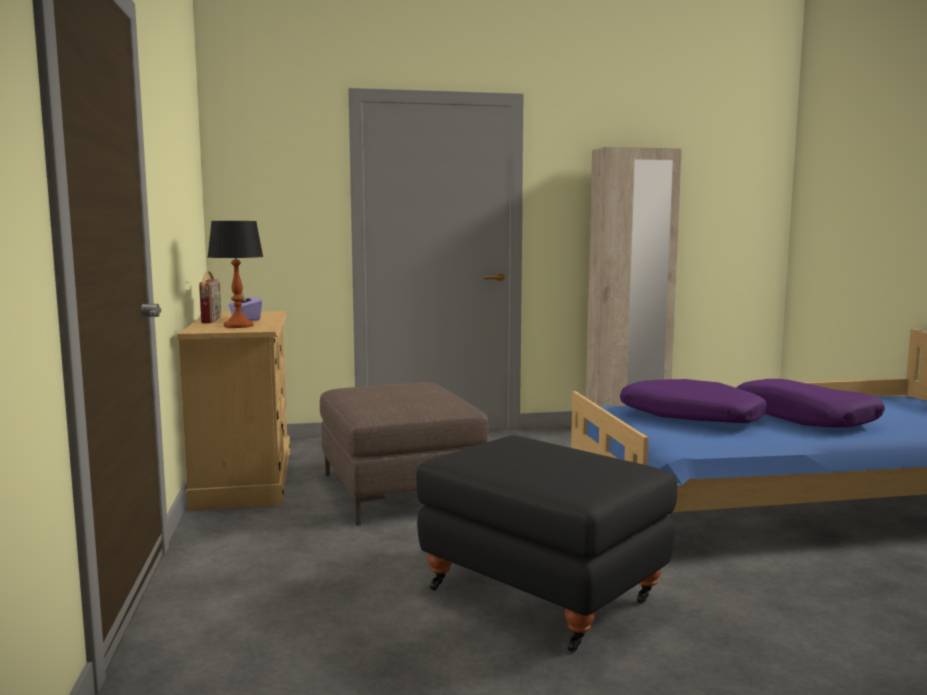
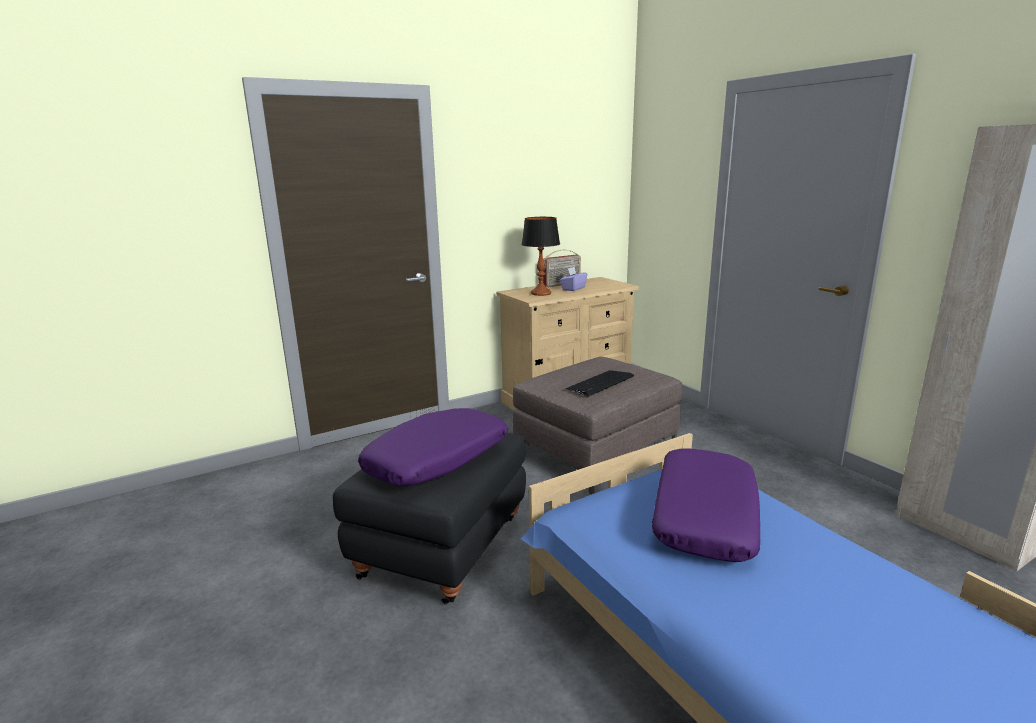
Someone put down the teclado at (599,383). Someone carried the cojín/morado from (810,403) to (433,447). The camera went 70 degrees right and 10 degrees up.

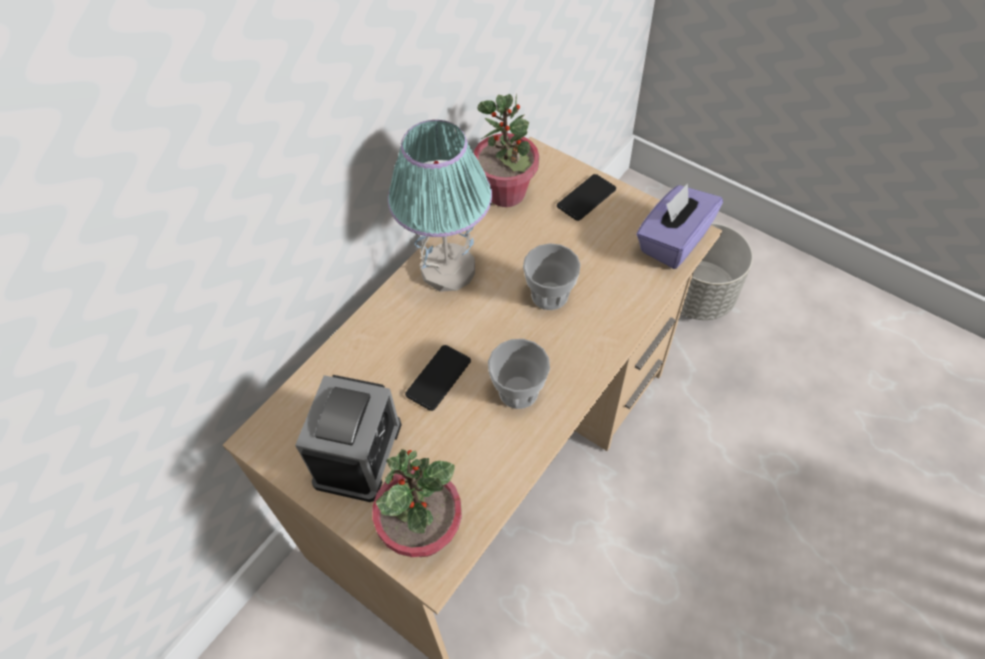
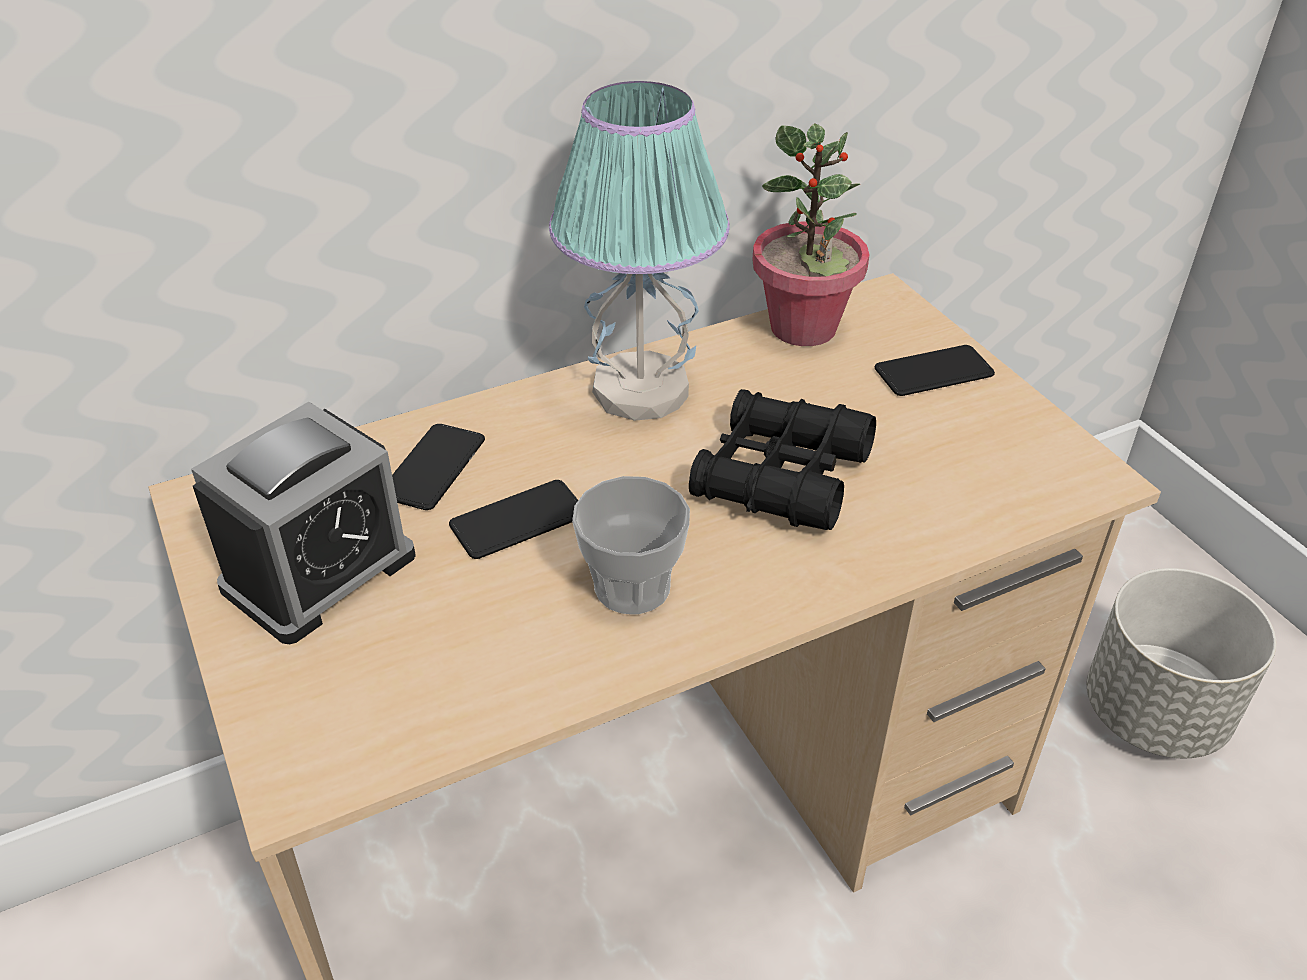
Someone took away the planta en maceta at (417,503). Someone took away the caja de pañuelos/morado at (679,226). Someone put down the móvil at (438,467). Someone swapped the taza at (552,276) for the prismáticos/negro at (782,459). The camera went 25 degrees right and 15 degrees down.

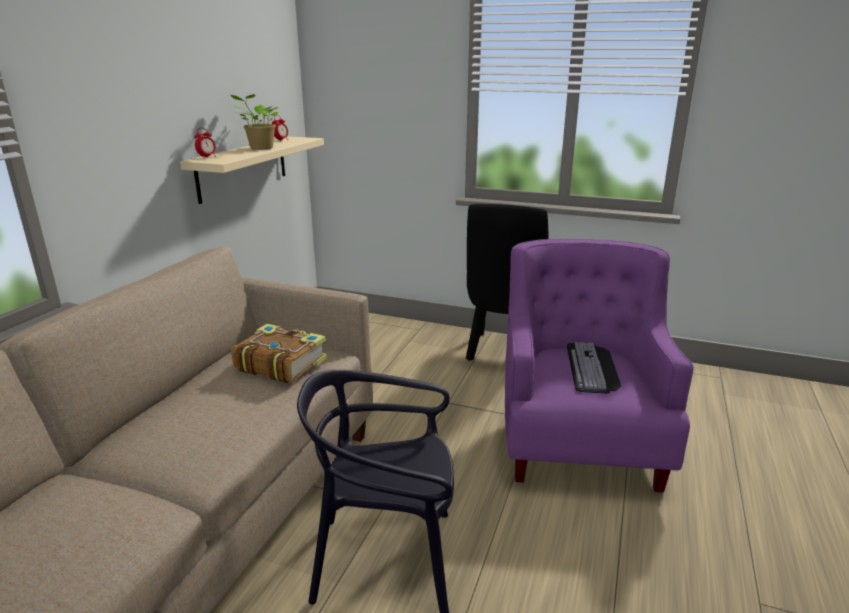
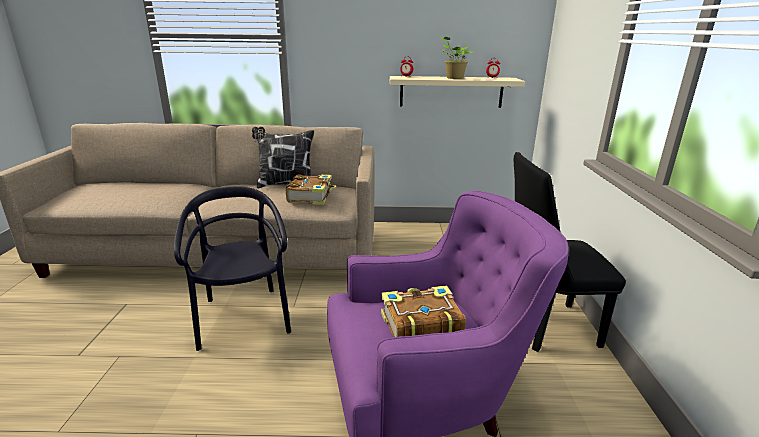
Someone put down the cojín at (283,158). Someone swapped the teclado at (594,368) for the libro at (423,311). The camera went 70 degrees right and 0 degrees up.

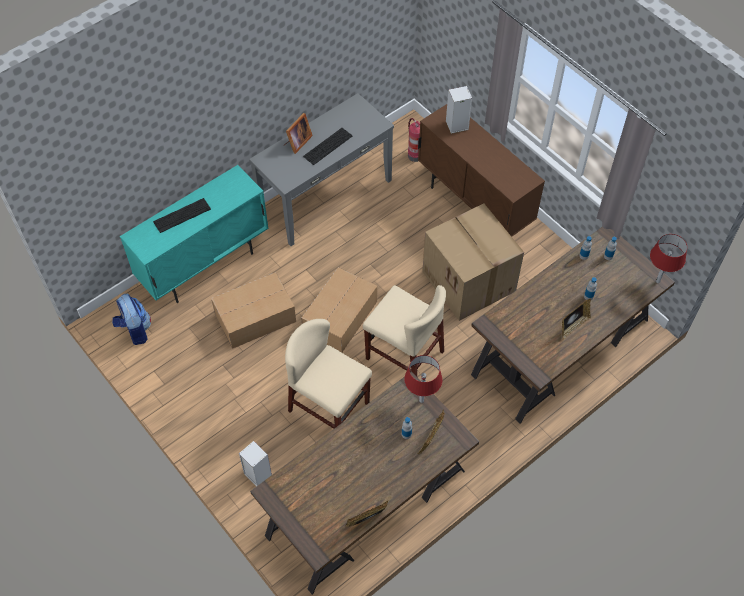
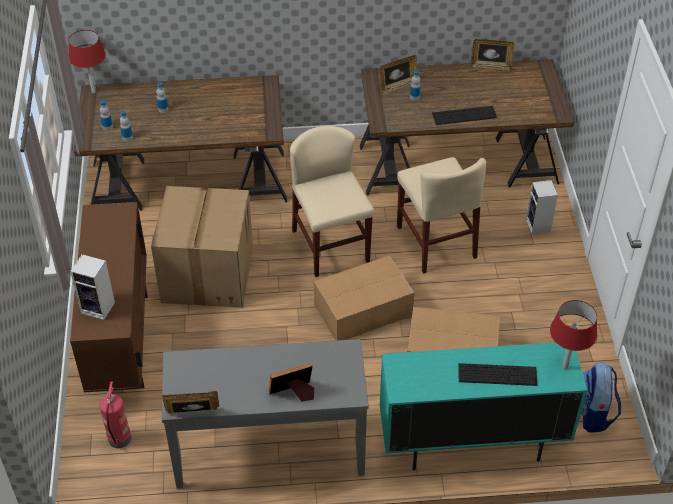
Someone carried the teclado from (328,146) to (464,115). Someone carried the lámpara de mesa/rojo from (423,379) to (573,335). Someone carried the portarretratos from (576,319) to (190,402). The camera went 145 degrees left and 10 degrees down.

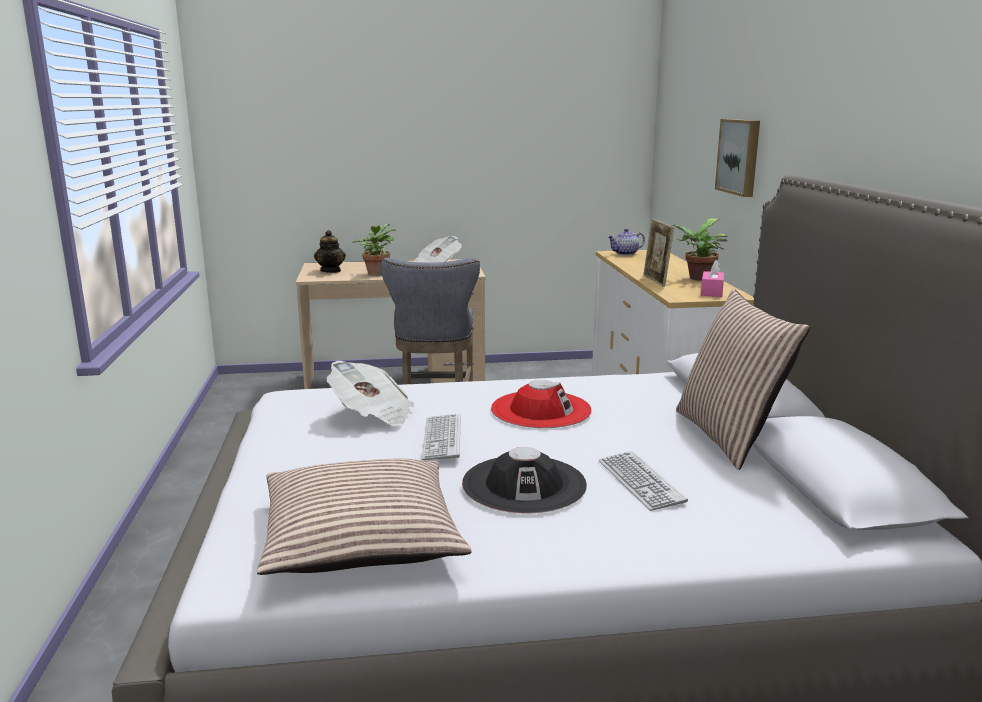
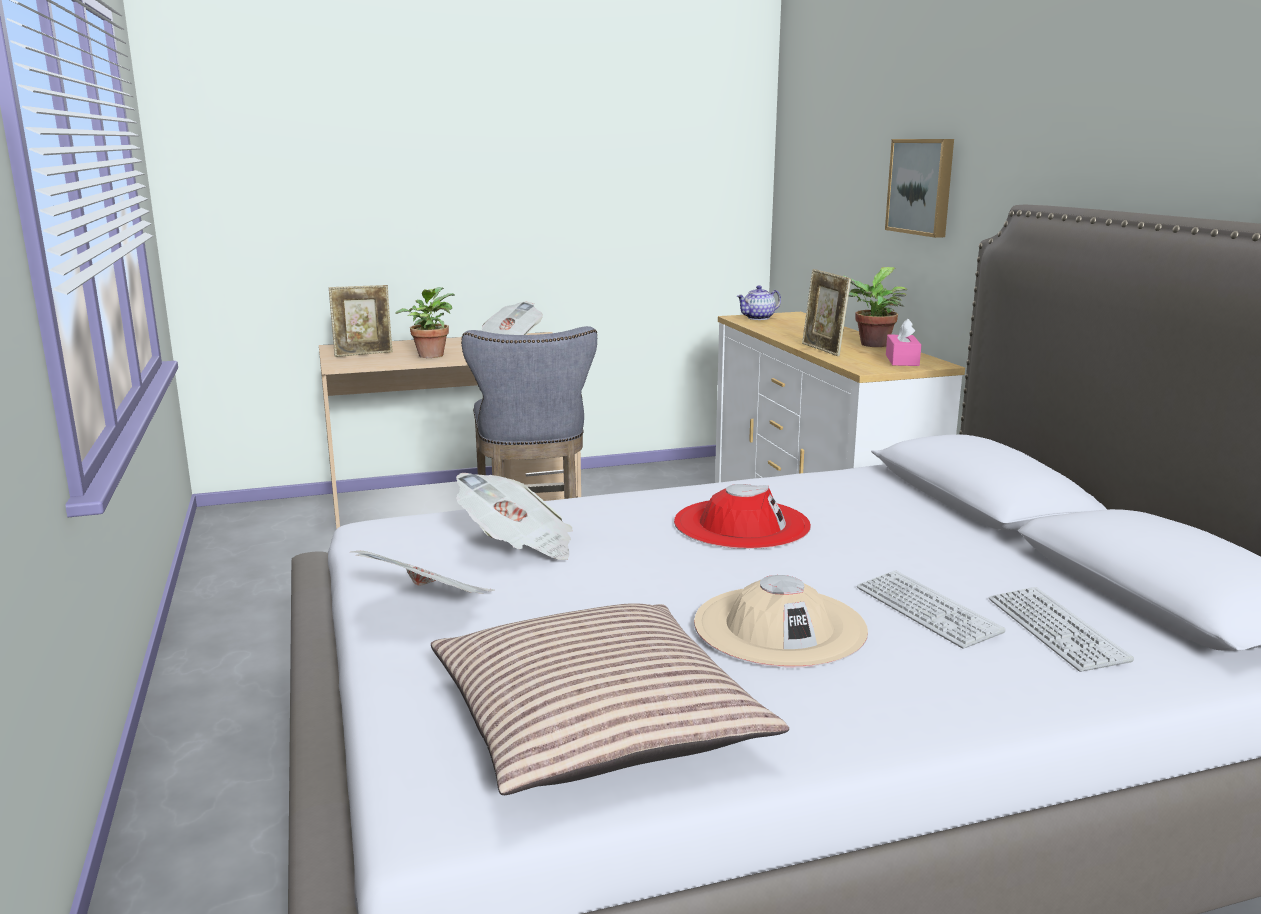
Someone took away the cojín at (743,379). Someone put down the periódico at (422,572). Someone carried the teclado from (441,437) to (1061,629). Someone swapped the tetera at (330,251) for the portarretratos at (361,321). Someone repainted the sombrero/negro at (524,480), which became the sombrero/beis at (781,621). The camera went 10 degrees left and 0 degrees up.

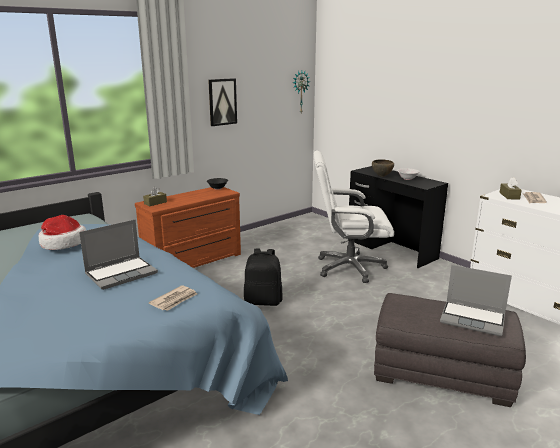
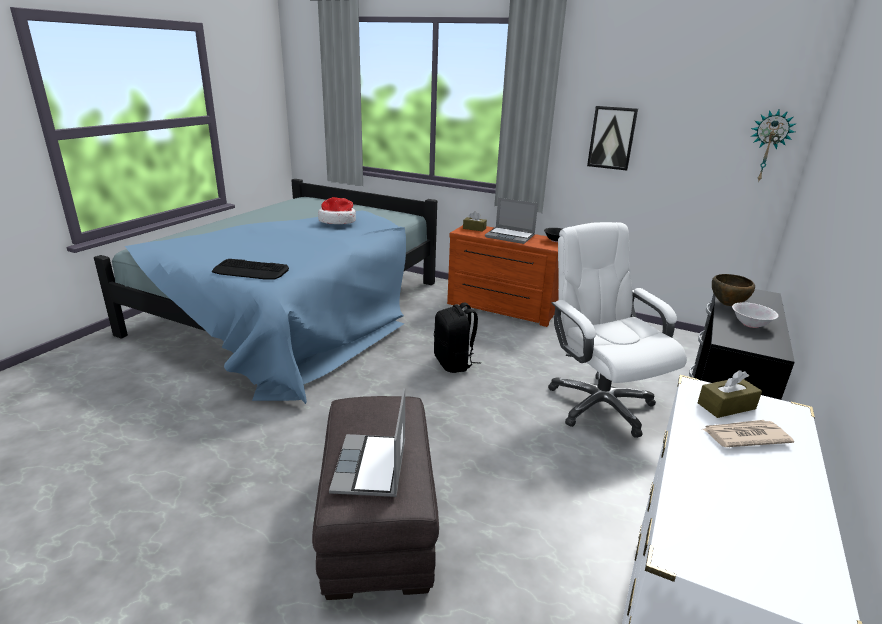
Someone carried the portátil from (118,254) to (511,220). Someone swapped the periódico at (173,298) for the teclado at (250,269). The camera went 65 degrees right and 5 degrees up.

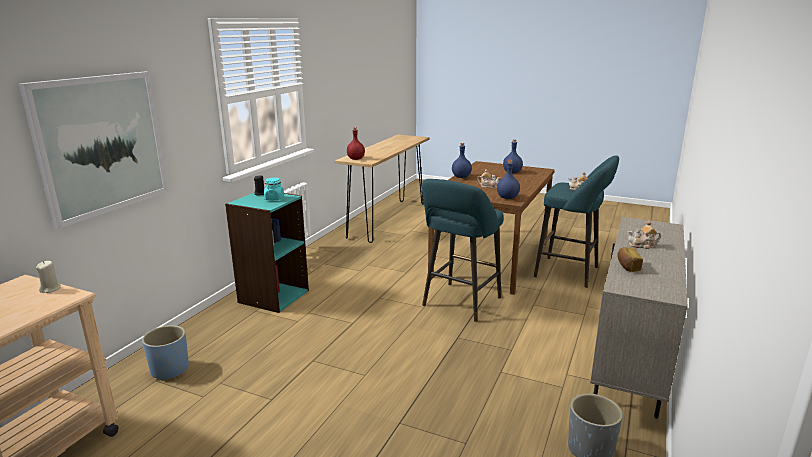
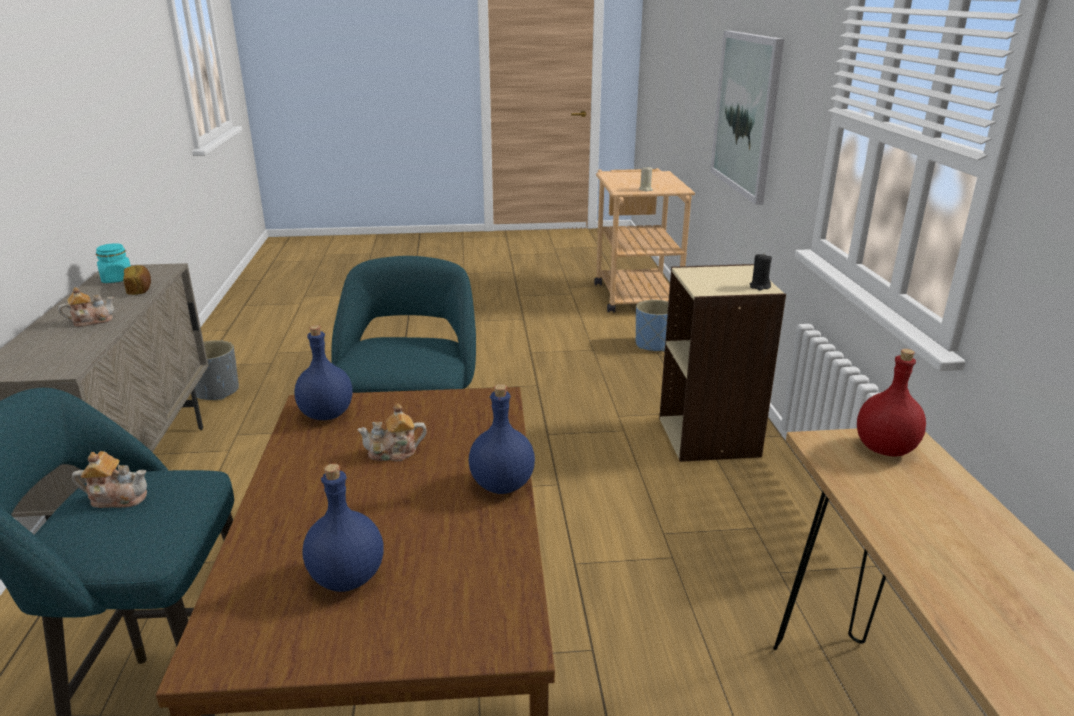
Someone carried the tarro/turquesa from (274,188) to (113,263). Someone repainted the estantería/turquesa at (267,252), which became the estantería/beis at (722,363). The camera went 150 degrees right and 5 degrees up.

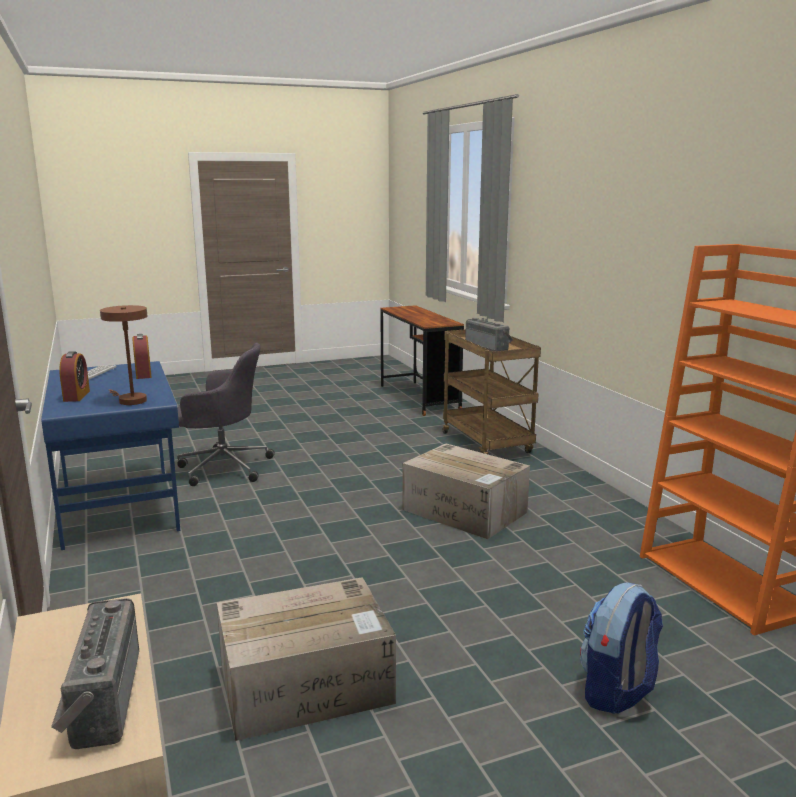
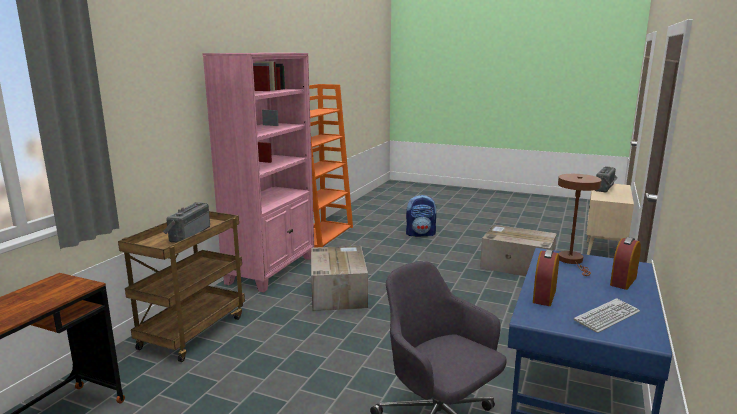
Someone put down the estantería/rosa at (258,172). The camera went 135 degrees left and 0 degrees up.

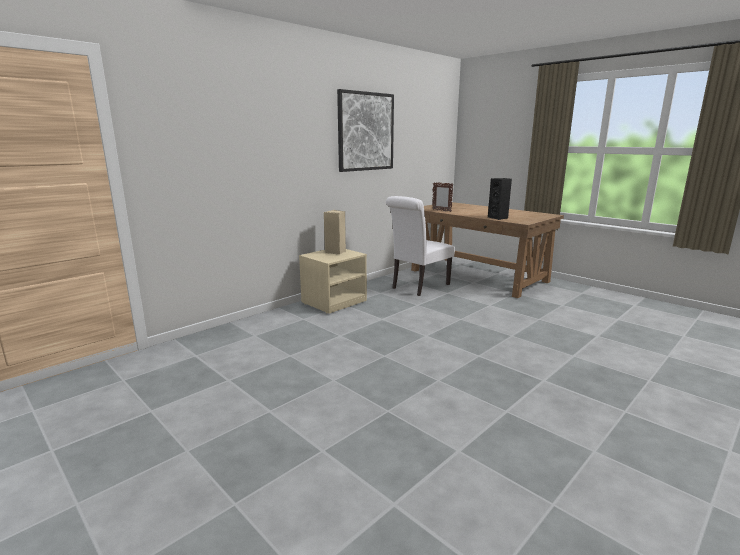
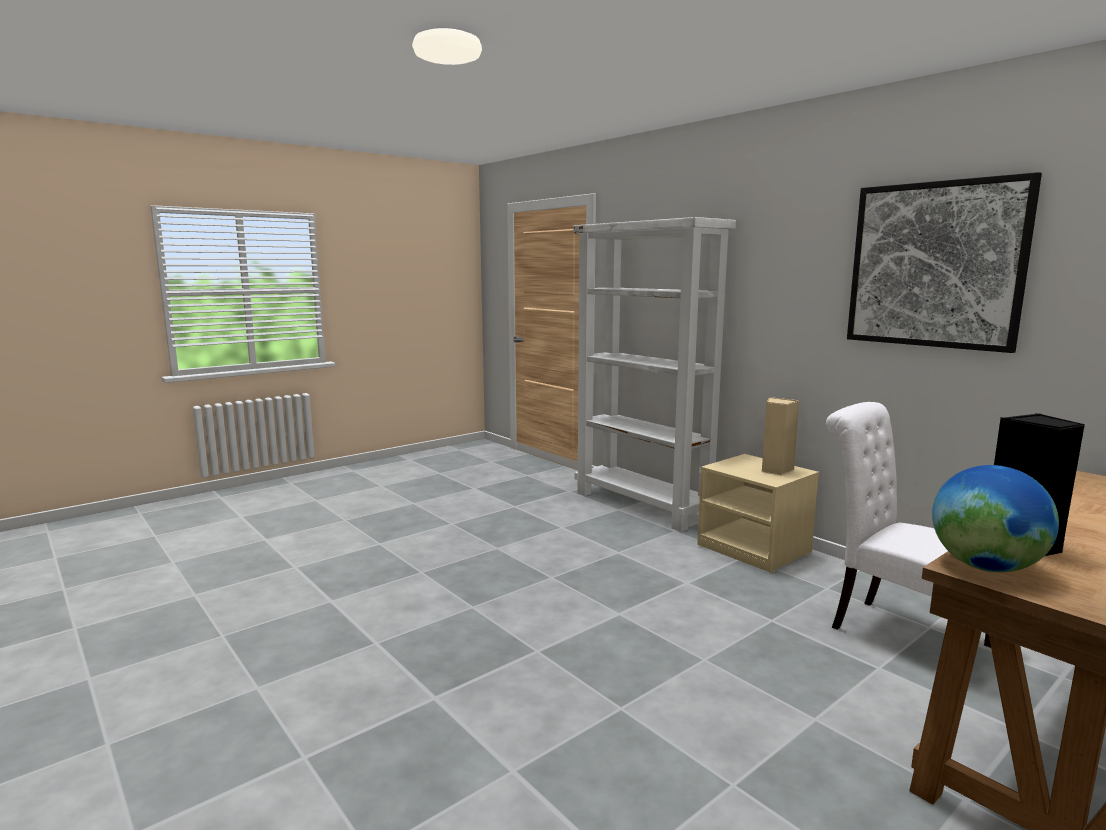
Someone took away the portarretratos at (442,197). Someone put down the estantería/blanco at (654,374). Someone put down the globo terráqueo at (995,518). The camera went 95 degrees right and 5 degrees down.

